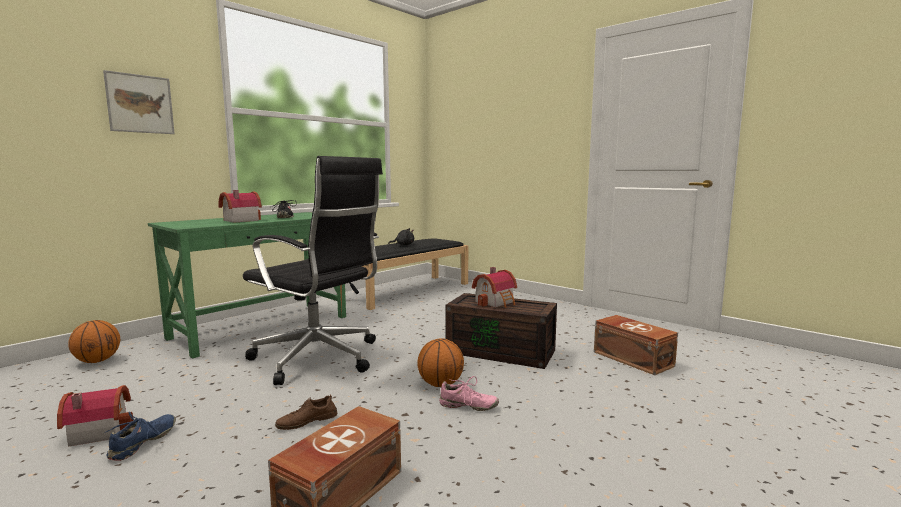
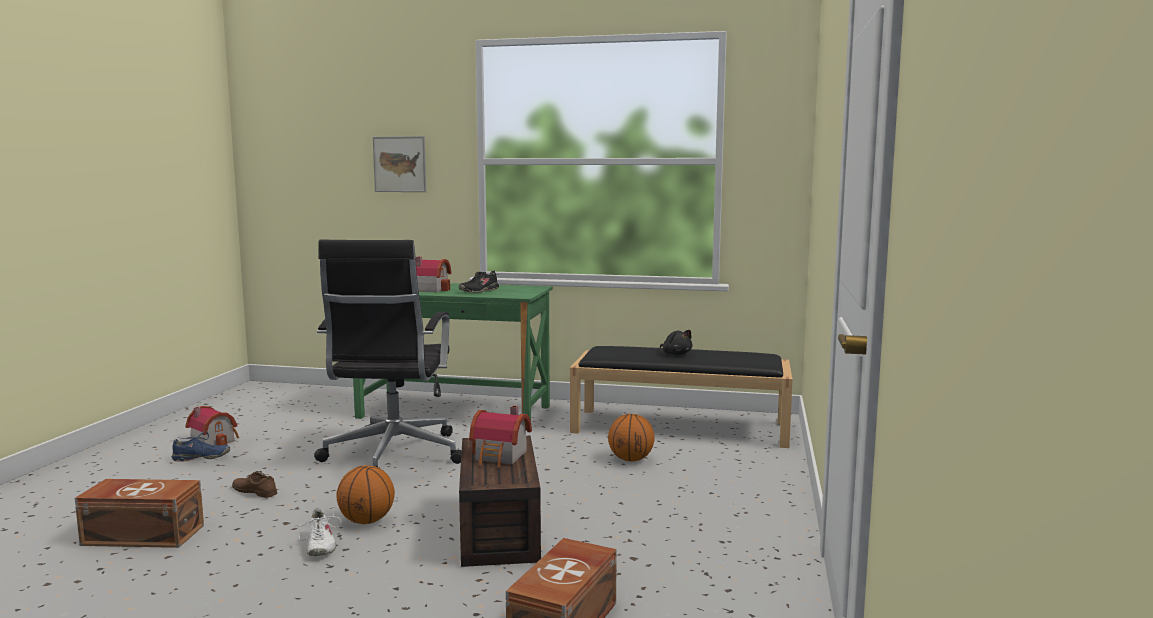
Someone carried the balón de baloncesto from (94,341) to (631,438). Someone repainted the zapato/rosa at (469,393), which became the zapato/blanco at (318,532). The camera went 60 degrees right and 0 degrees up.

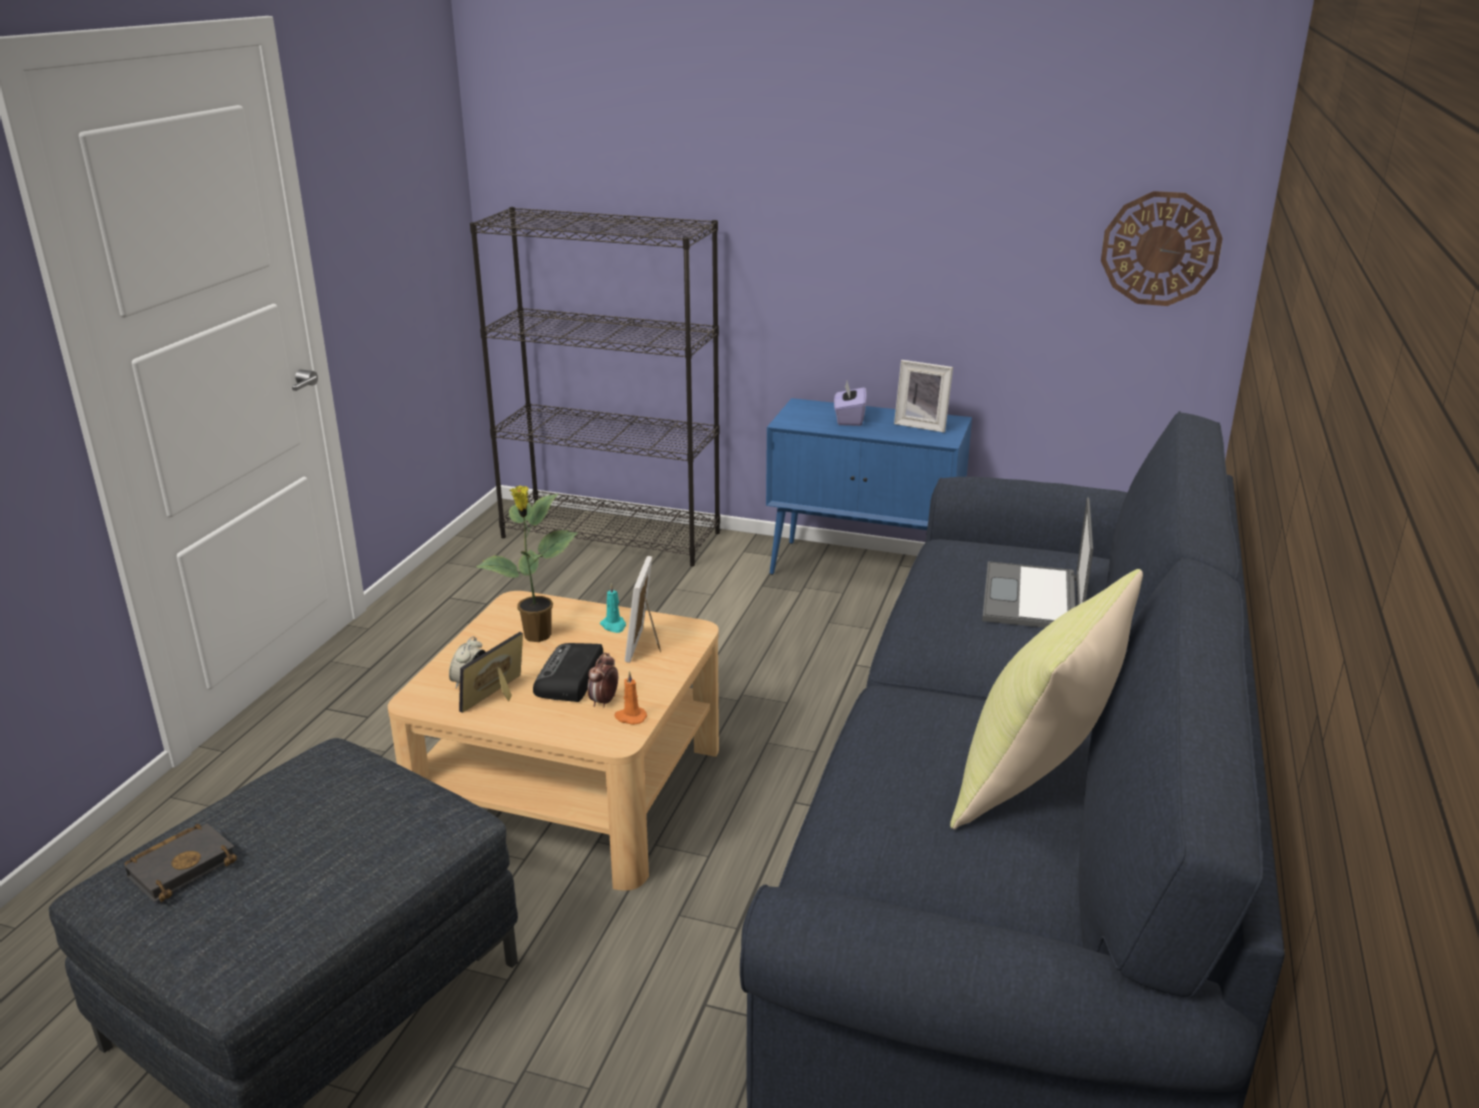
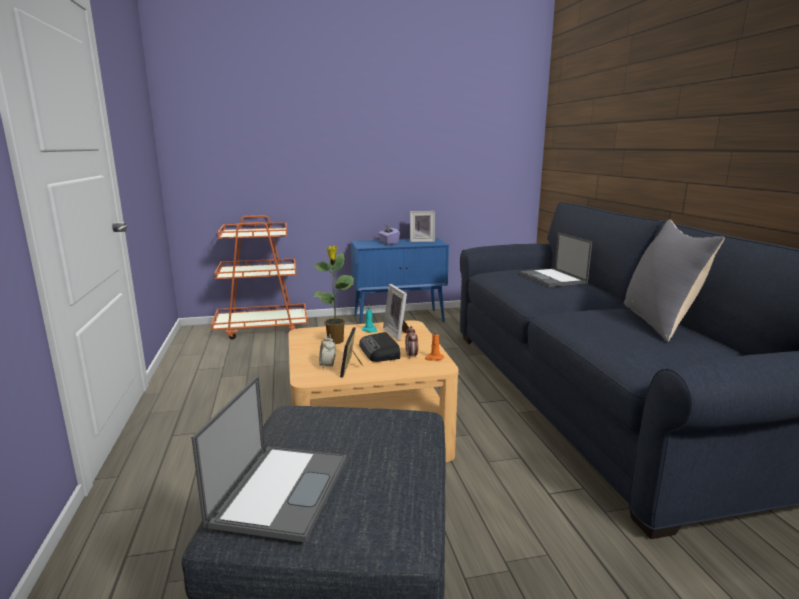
Someone took away the reloj de pared at (1162,248). Someone swapped the libro/negro at (181,862) for the portátil at (269,459). Someone swapped the estantería/negro at (595,386) for the carrito/naranja at (259,277). Someone repainted the cojín/amarillo at (1046,699), which became the cojín/gris at (674,280). The camera went 30 degrees left and 10 degrees down.

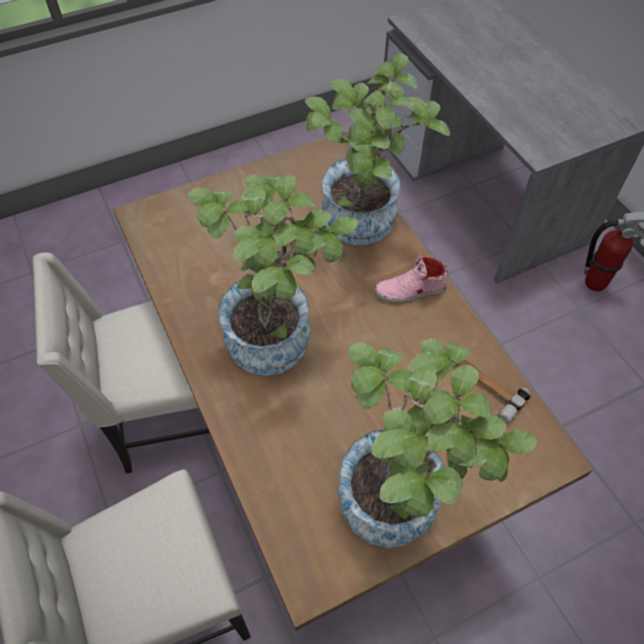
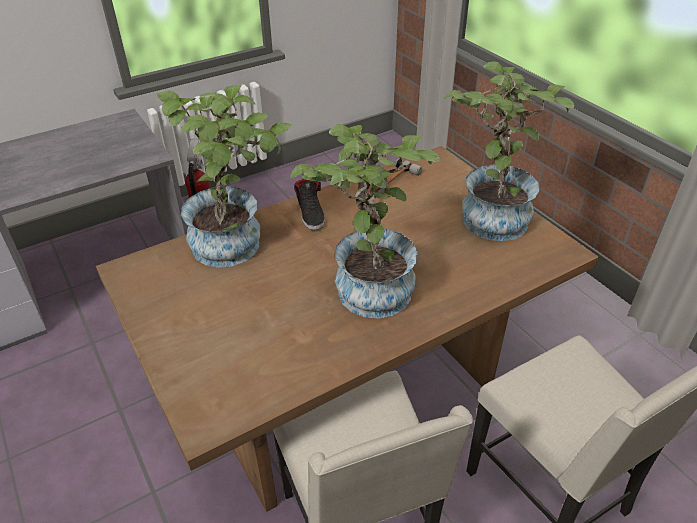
Someone repainted the zapato/rosa at (411,279), which became the zapato/negro at (309,204). The camera went 95 degrees left and 15 degrees down.

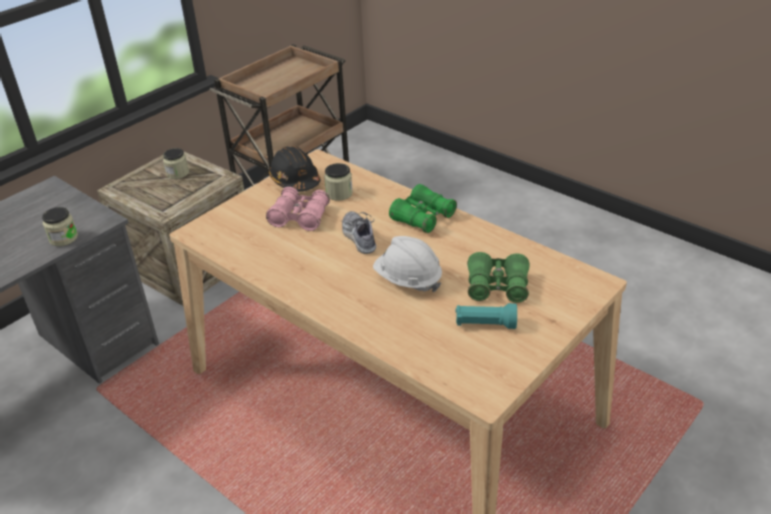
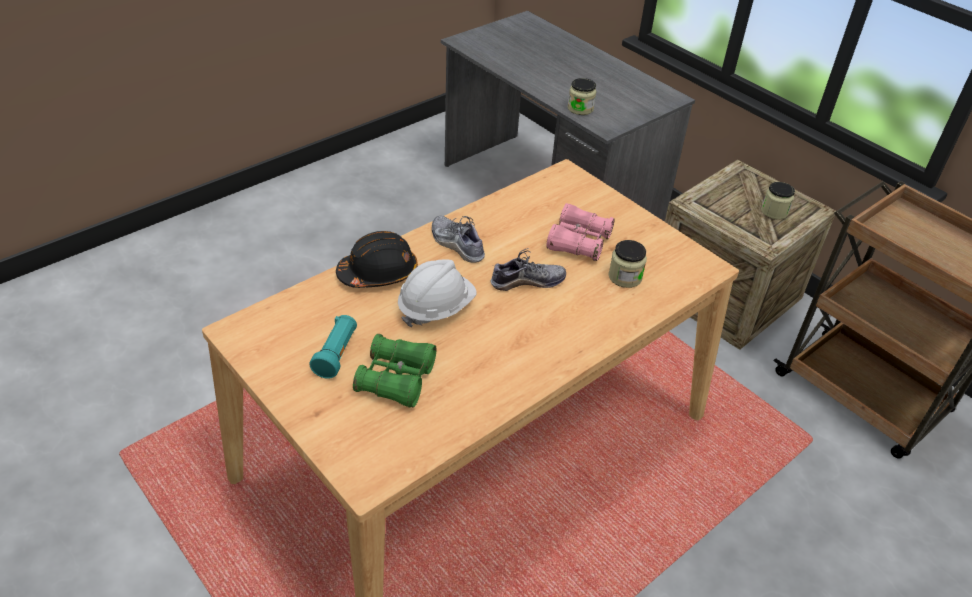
Someone took away the prismáticos/verde at (423,208). Someone put down the zapato at (458,239). Someone carried the casco/negro from (295,169) to (377,259). The camera went 95 degrees right and 5 degrees up.

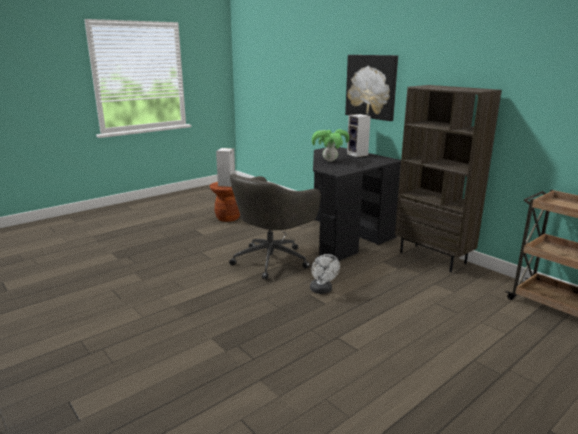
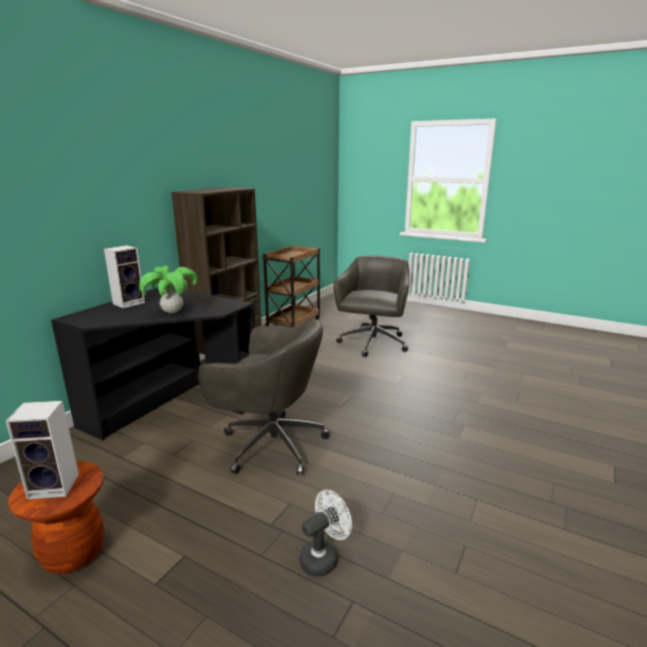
Someone took away the cuadro at (371,88). Someone put down the silla de oficina/gris at (371,306). Someone carried the ventilador/blanco from (325,274) to (325,533). The camera went 110 degrees left and 0 degrees up.

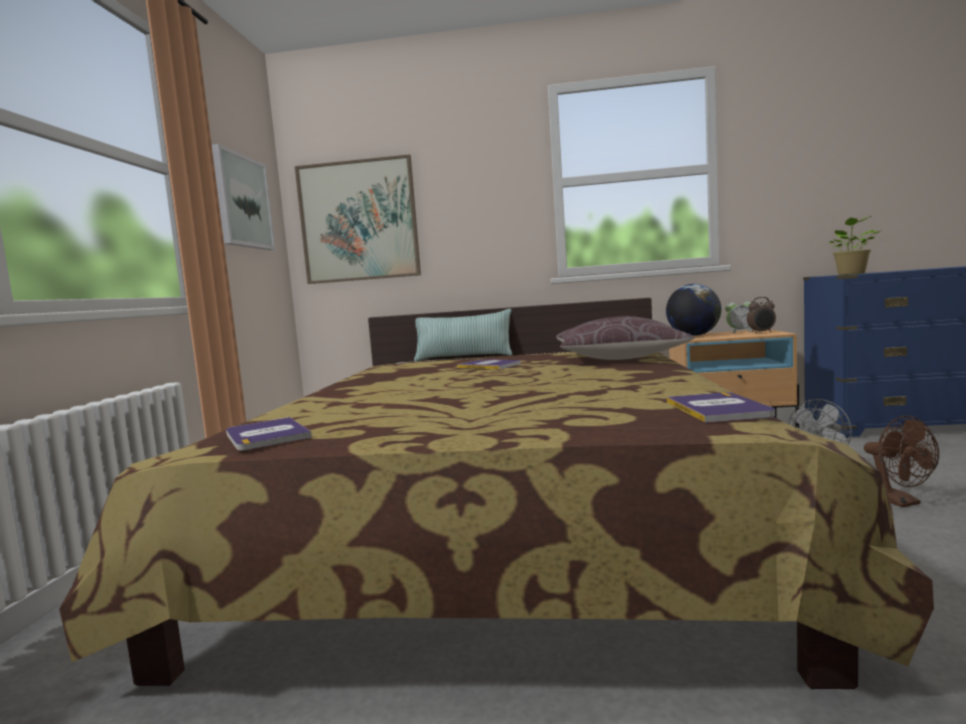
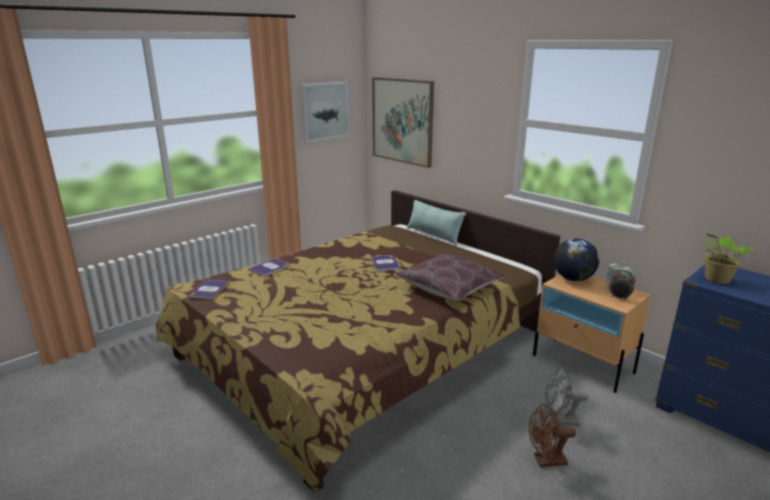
Someone carried the libro from (721,407) to (268,267). Someone rotated the ventilador/marrón at (901,461) by 60 degrees clockwise. The camera went 40 degrees right and 15 degrees up.

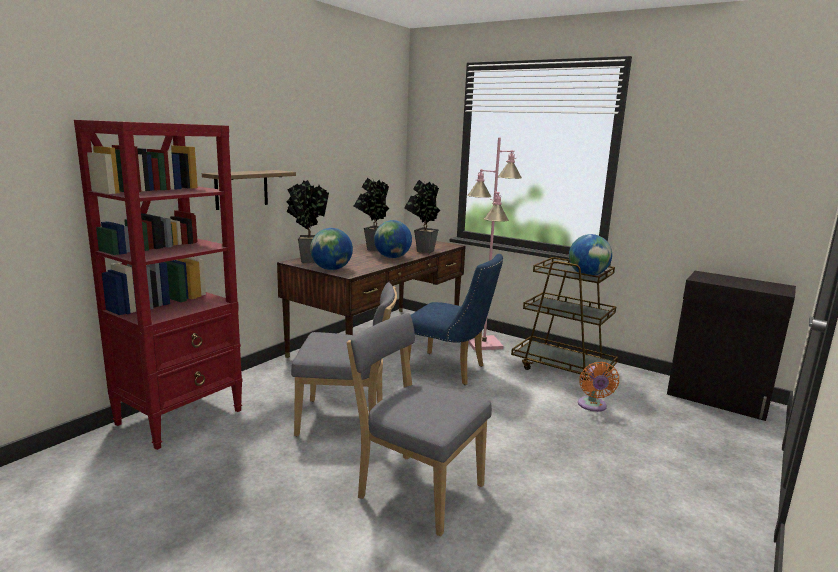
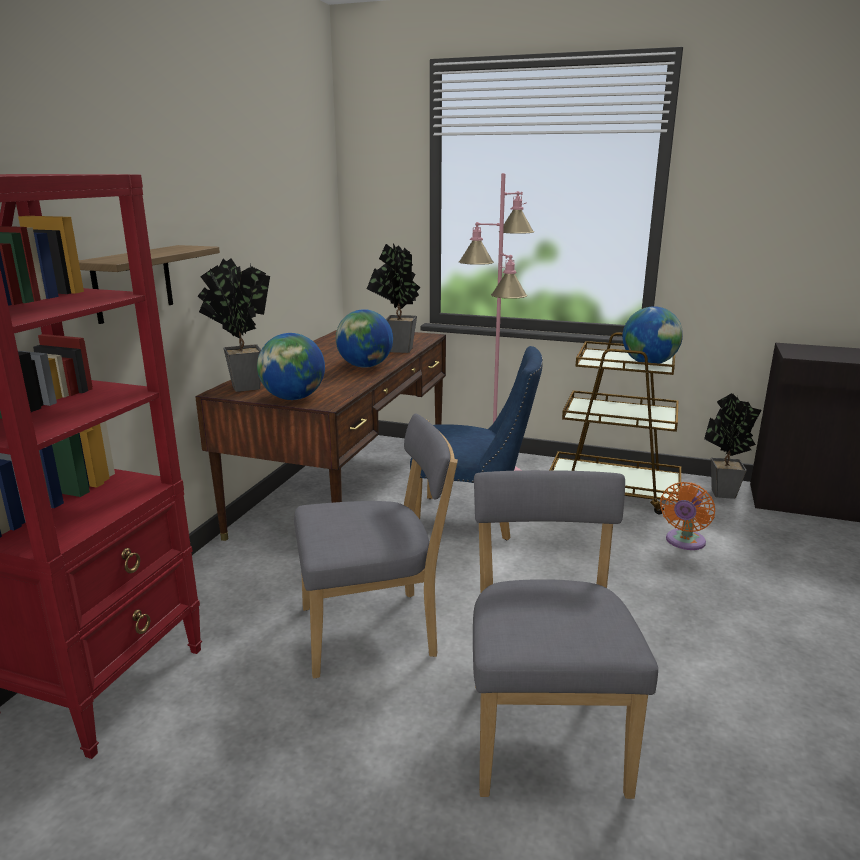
Someone carried the planta en maceta from (372,214) to (733,446). Someone rotated the silla/gris at (419,425) by 75 degrees clockwise. Someone rotated the ventilador/naranja at (598,387) by 45 degrees clockwise. The camera went 15 degrees left and 5 degrees up.

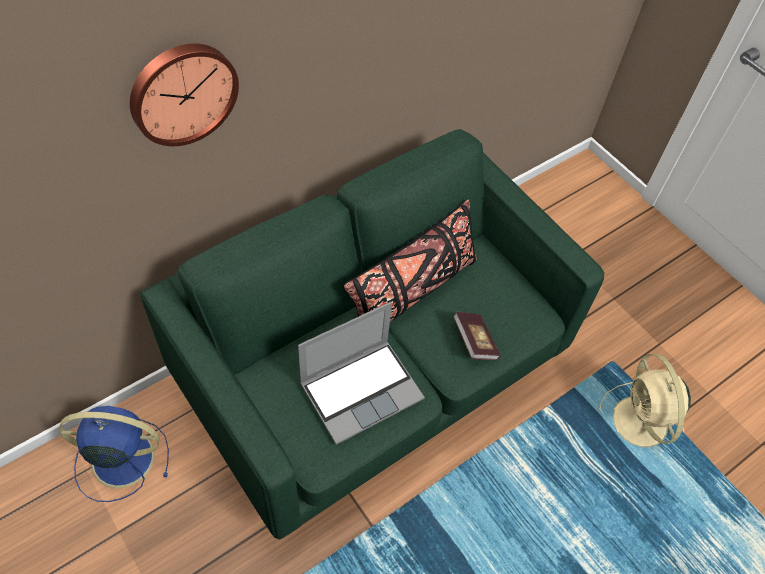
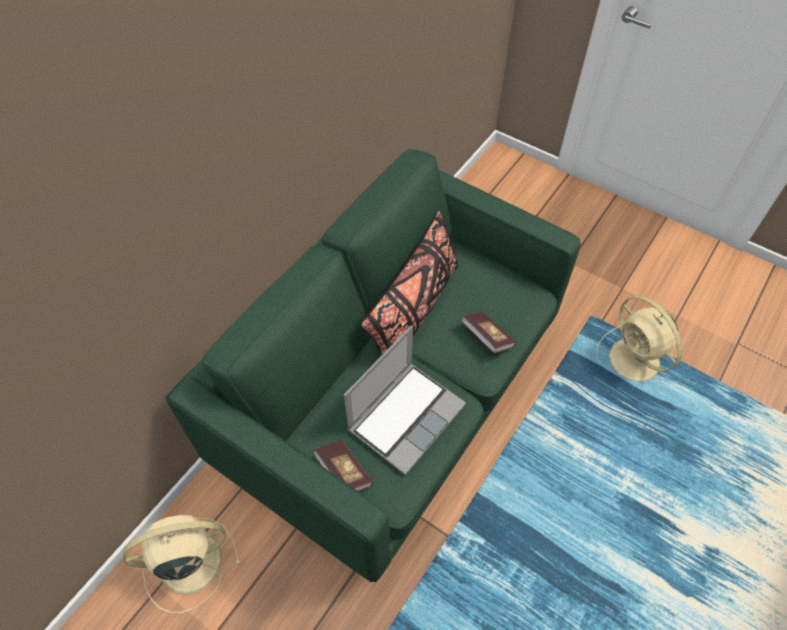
Someone took away the reloj de pared at (184,95). Someone put down the libro at (343,466). Someone repainted the ventilador/azul at (114,454), which became the ventilador/beis at (182,564). The camera went 15 degrees left and 0 degrees up.

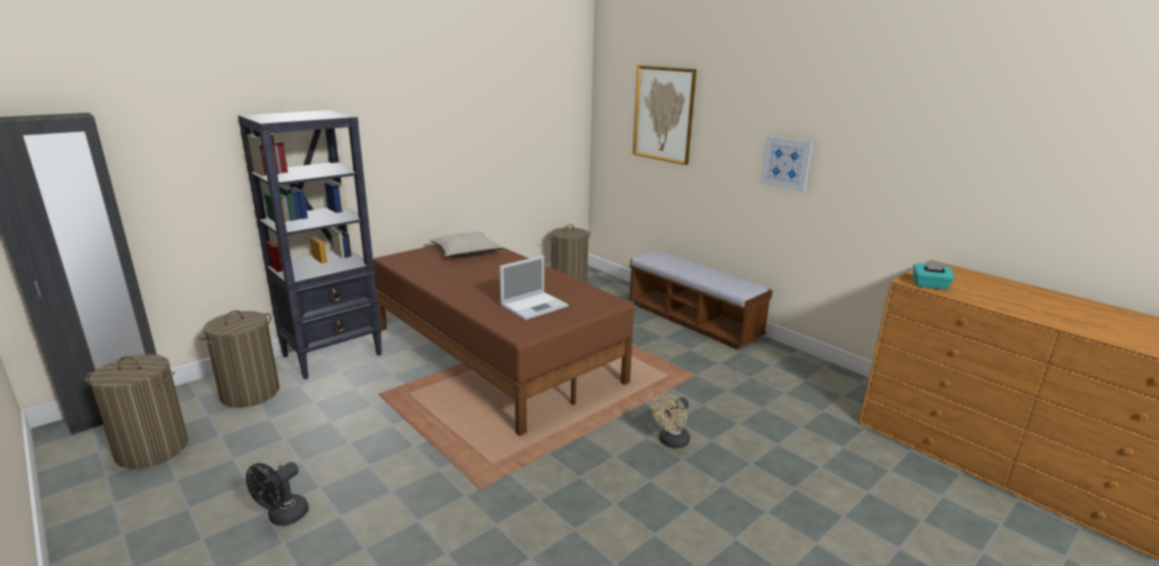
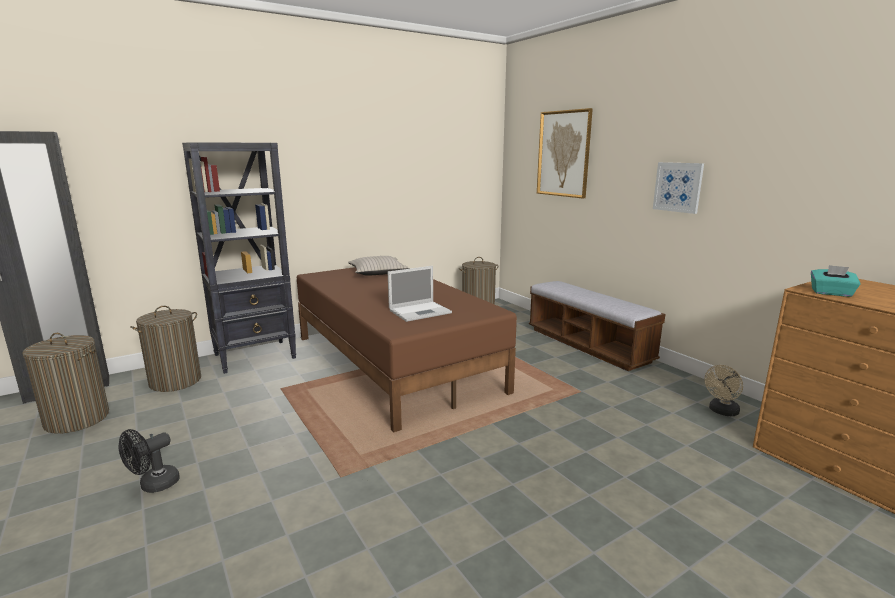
Someone carried the ventilador/beis from (670,420) to (723,390). The camera went 10 degrees right and 5 degrees down.

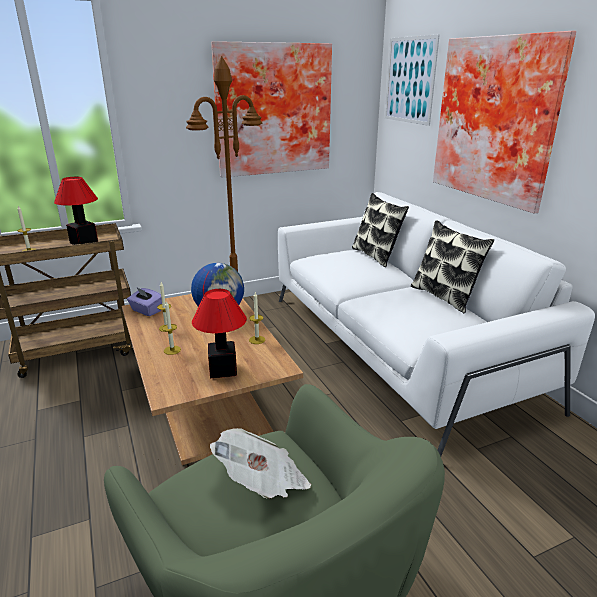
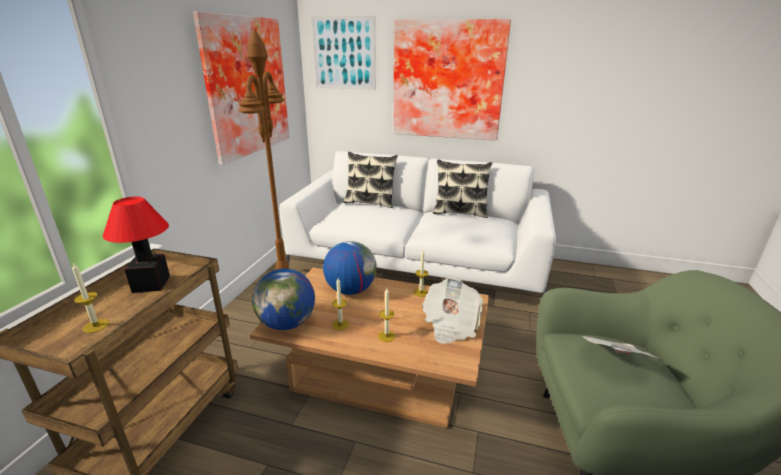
Someone swapped the caja de pañuelos/morado at (144,301) for the globo terráqueo at (283,299). Someone swapped the lámpara de mesa at (219,333) for the periódico at (452,310). The camera went 50 degrees left and 0 degrees up.

